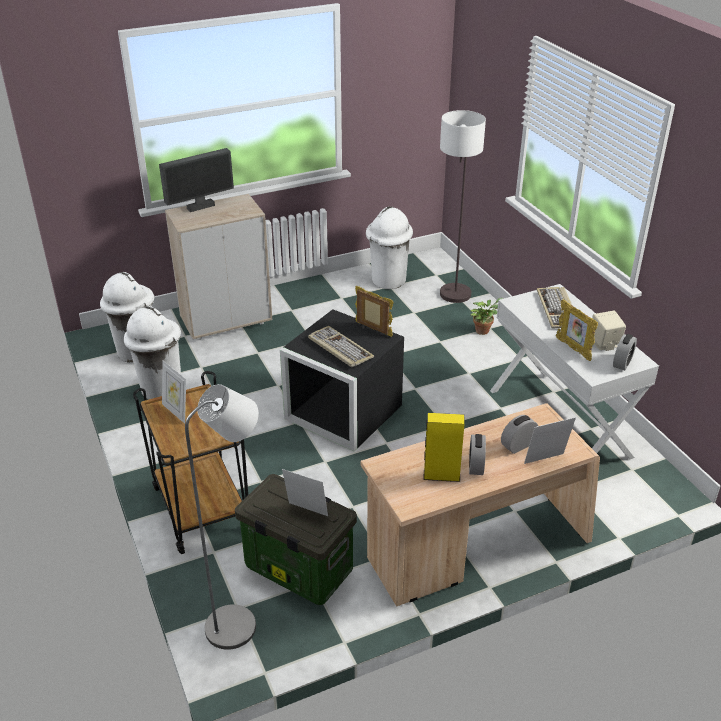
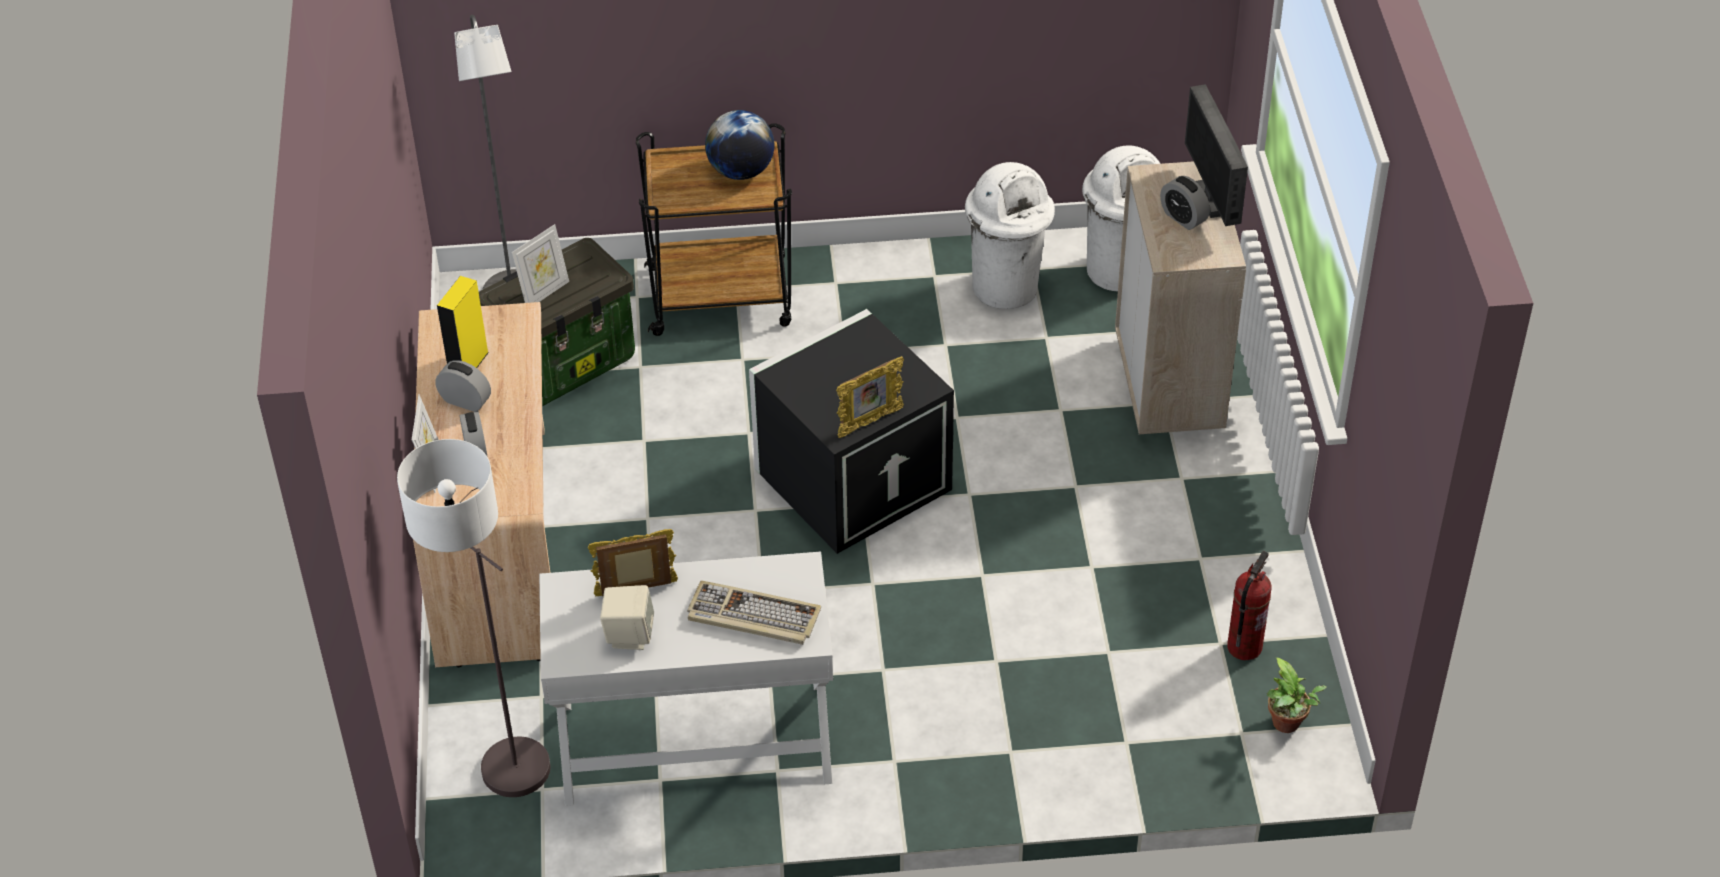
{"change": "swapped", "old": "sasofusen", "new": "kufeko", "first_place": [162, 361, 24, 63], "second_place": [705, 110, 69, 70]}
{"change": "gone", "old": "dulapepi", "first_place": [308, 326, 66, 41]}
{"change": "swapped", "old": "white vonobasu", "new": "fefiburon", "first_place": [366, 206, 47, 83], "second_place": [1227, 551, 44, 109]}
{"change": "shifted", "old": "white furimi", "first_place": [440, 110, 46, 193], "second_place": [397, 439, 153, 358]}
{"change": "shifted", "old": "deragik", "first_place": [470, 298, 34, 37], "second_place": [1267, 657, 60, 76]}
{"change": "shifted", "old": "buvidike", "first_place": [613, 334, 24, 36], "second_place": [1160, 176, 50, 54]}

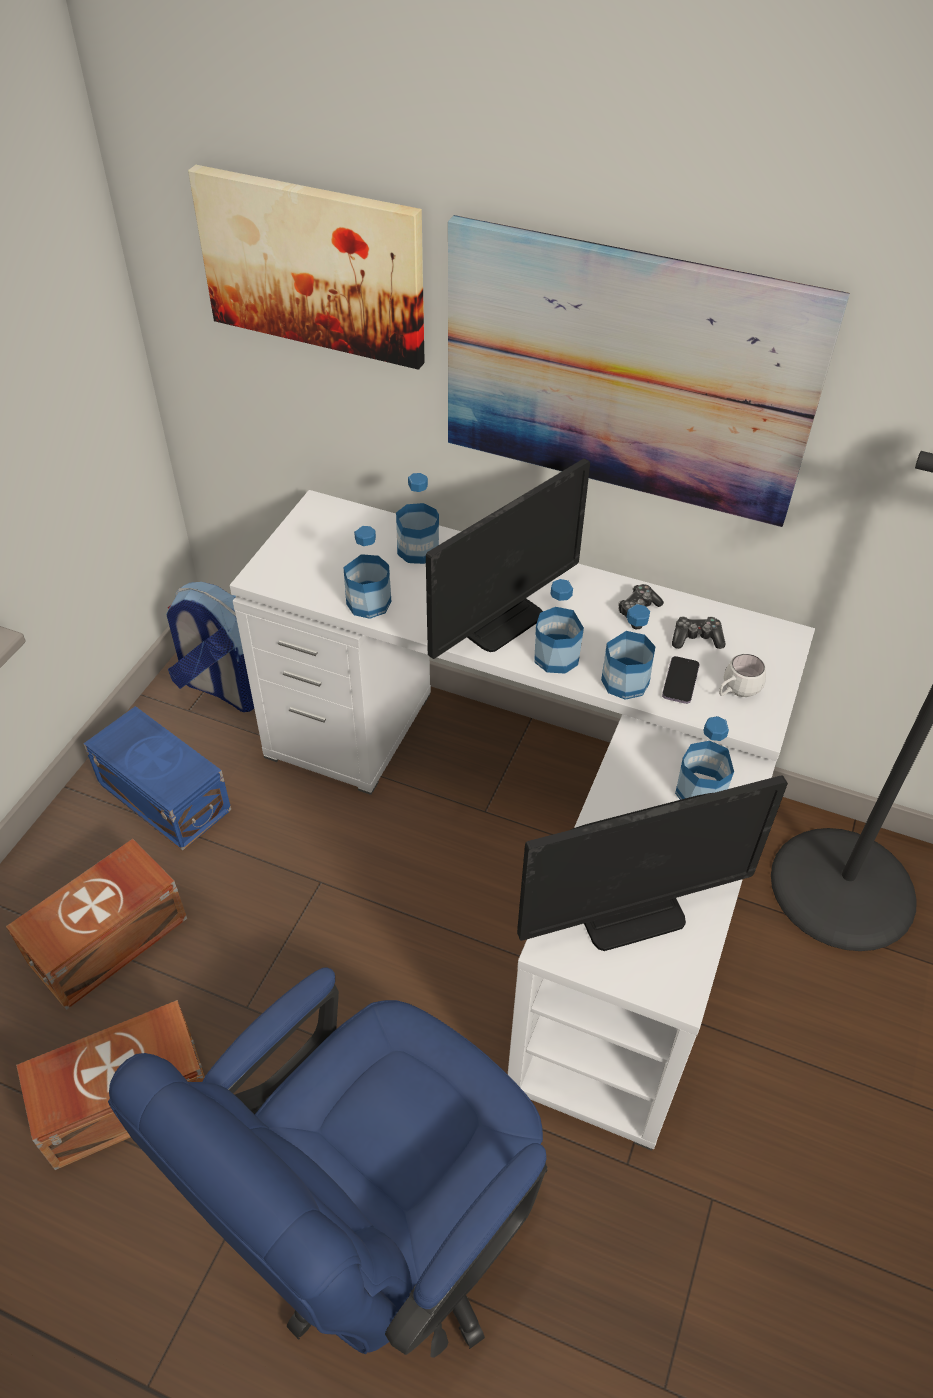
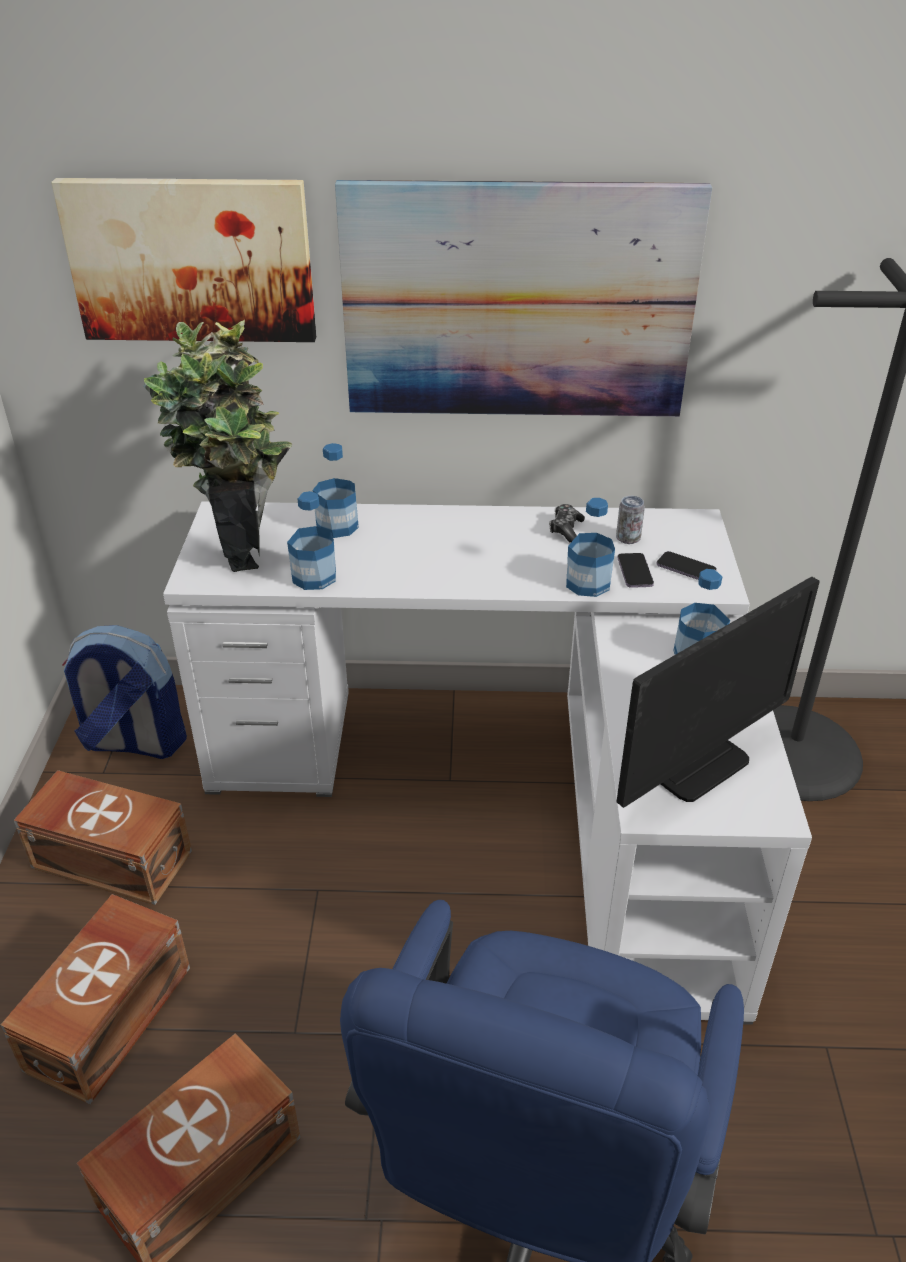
{"change": "repainted", "old": "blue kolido", "new": "brown kolido", "first_place": [83, 706, 148, 145], "second_place": [14, 770, 178, 135]}
{"change": "gone", "old": "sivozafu", "first_place": [426, 458, 164, 201]}
{"change": "gone", "old": "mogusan", "first_place": [534, 579, 50, 94]}
{"change": "swapped", "old": "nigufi", "new": "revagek", "first_place": [672, 616, 54, 33], "second_place": [616, 496, 29, 48]}
{"change": "swapped", "old": "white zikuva", "new": "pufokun", "first_place": [719, 654, 47, 43], "second_place": [656, 551, 61, 29]}
{"change": "new", "new": "deragik", "second_place": [144, 320, 148, 252]}

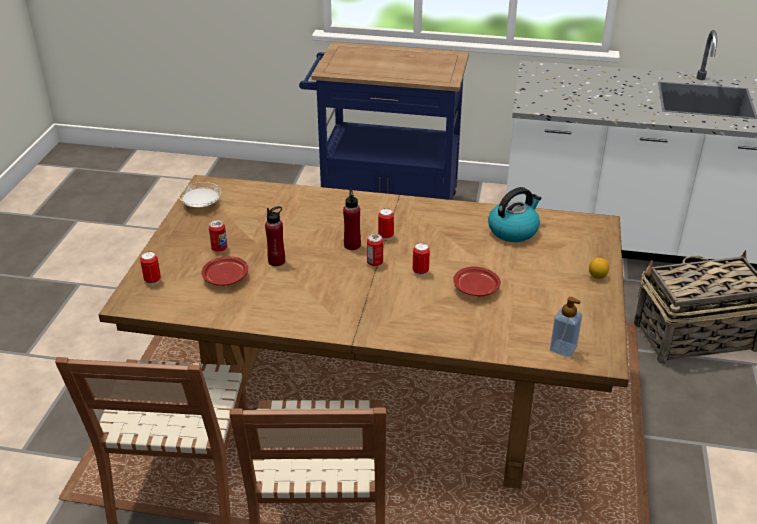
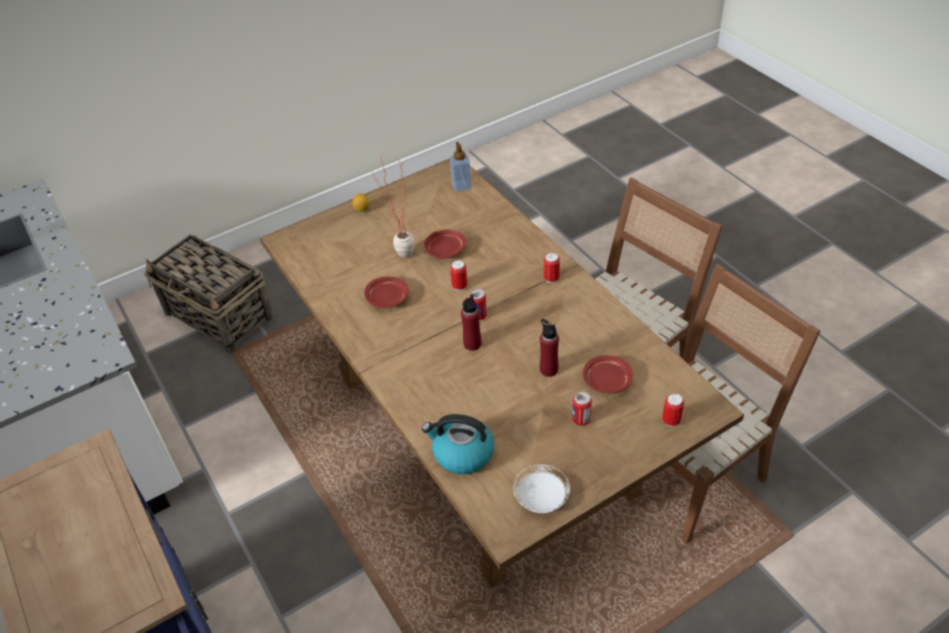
{"change": "shifted", "old": "revagek", "first_place": [378, 208, 16, 32], "second_place": [544, 253, 16, 30]}
{"change": "shifted", "old": "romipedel", "first_place": [488, 187, 53, 55], "second_place": [422, 414, 72, 60]}
{"change": "new", "new": "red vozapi", "second_place": [364, 277, 45, 31]}
{"change": "new", "new": "deragik", "second_place": [371, 152, 44, 106]}

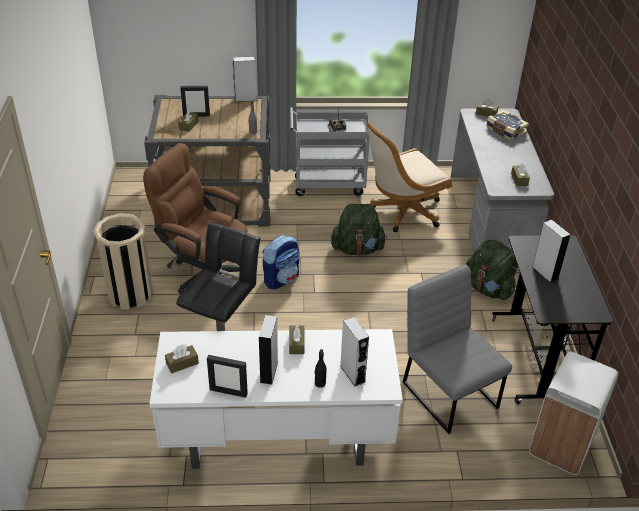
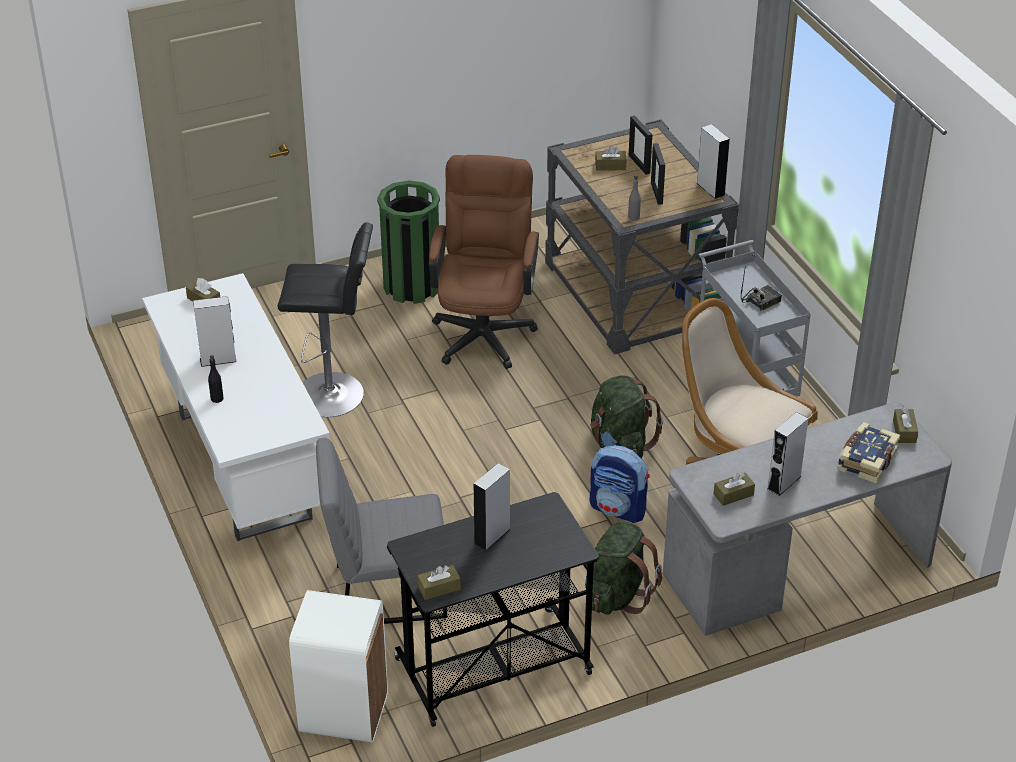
{"change": "repainted", "old": "beige vonobasu", "new": "green vonobasu", "first_place": [94, 213, 59, 97], "second_place": [377, 180, 63, 124]}
{"change": "shifted", "old": "sasofusen", "first_place": [207, 355, 41, 43], "second_place": [651, 143, 14, 62]}
{"change": "shifted", "old": "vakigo", "first_place": [262, 235, 38, 55], "second_place": [590, 445, 60, 78]}
{"change": "shifted", "old": "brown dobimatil", "first_place": [289, 324, 16, 30], "second_place": [417, 565, 44, 35]}
{"change": "shifted", "old": "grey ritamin", "first_place": [340, 317, 29, 69], "second_place": [768, 412, 40, 84]}
{"change": "rotated", "old": "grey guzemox", "first_place": [403, 264, 109, 170], "second_place": [316, 438, 131, 186], "degrees": -135}

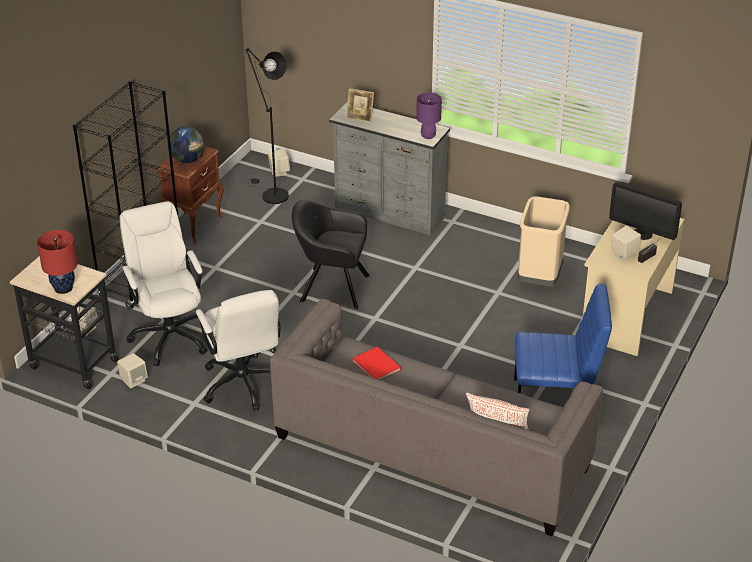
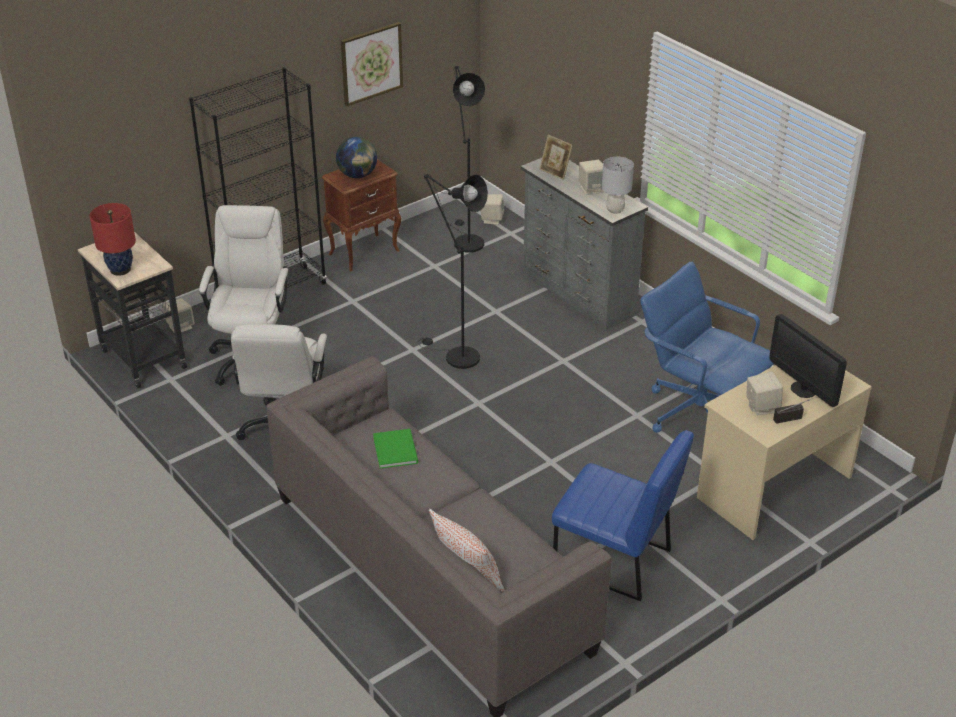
{"change": "shifted", "old": "beige ritamin", "first_place": [117, 353, 31, 35], "second_place": [579, 160, 24, 35]}
{"change": "swapped", "old": "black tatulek", "new": "black furimi", "first_place": [292, 200, 78, 109], "second_place": [418, 174, 70, 195]}
{"change": "repainted", "old": "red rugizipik", "new": "green rugizipik", "first_place": [352, 347, 49, 33], "second_place": [373, 429, 45, 40]}
{"change": "repainted", "old": "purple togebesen", "new": "grey togebesen", "first_place": [416, 92, 26, 47], "second_place": [602, 157, 32, 57]}
{"change": "swapped", "old": "beige vonobasu", "new": "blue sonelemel", "first_place": [518, 196, 52, 90], "second_place": [640, 262, 134, 171]}
{"change": "new", "new": "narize", "second_place": [341, 22, 62, 84]}

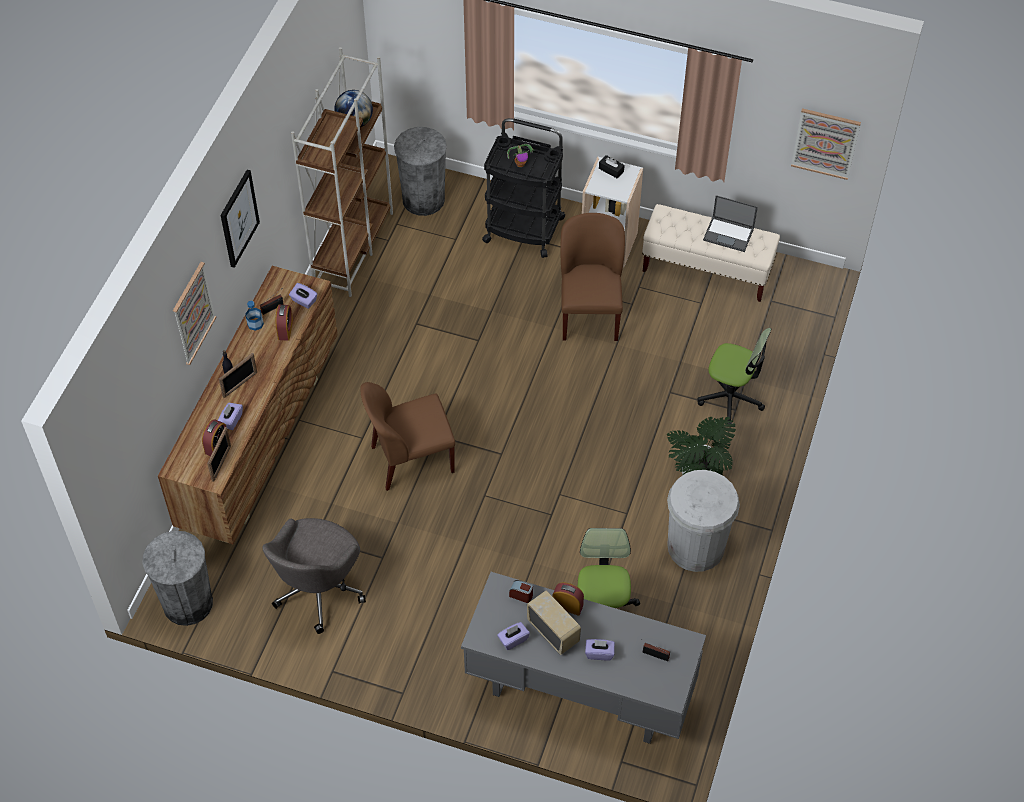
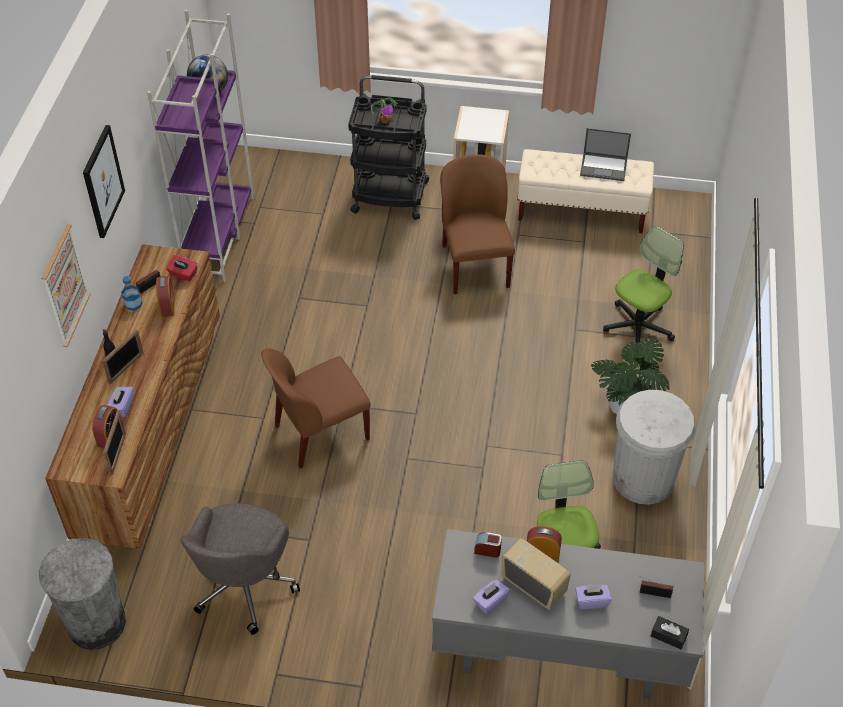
{"change": "repainted", "old": "purple dobimatil", "new": "red dobimatil", "first_place": [289, 283, 28, 26], "second_place": [166, 255, 32, 27]}
{"change": "repainted", "old": "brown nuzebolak", "new": "purple nuzebolak", "first_place": [291, 47, 102, 250], "second_place": [147, 10, 107, 272]}
{"change": "gone", "old": "grey vonobasu", "first_place": [394, 127, 53, 89]}
{"change": "shifted", "old": "black dobimatil", "first_place": [599, 155, 26, 23], "second_place": [651, 616, 38, 33]}
{"change": "rotated", "old": "sonelemel", "first_place": [697, 328, 74, 96], "second_place": [603, 226, 81, 117], "degrees": -60}
{"change": "gone", "old": "narize", "first_place": [791, 108, 70, 72]}

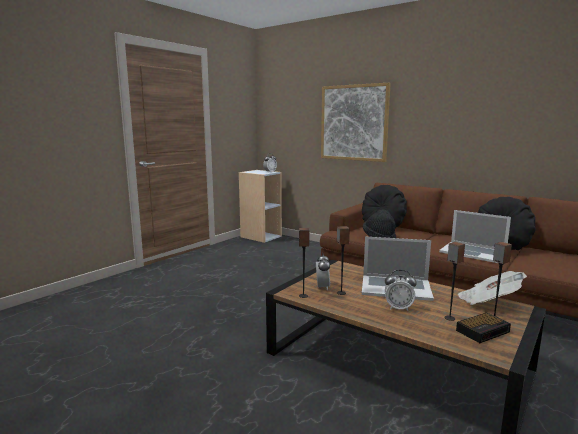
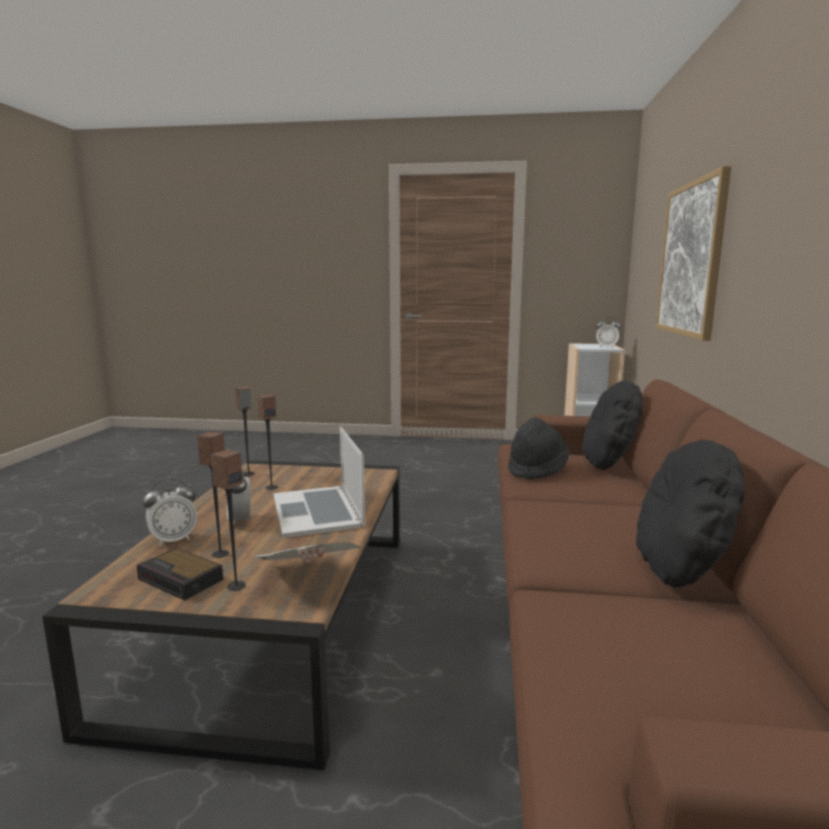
{"change": "shifted", "old": "buvidike", "first_place": [316, 252, 14, 39], "second_place": [142, 478, 55, 68]}
{"change": "gone", "old": "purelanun", "first_place": [439, 210, 72, 53]}

